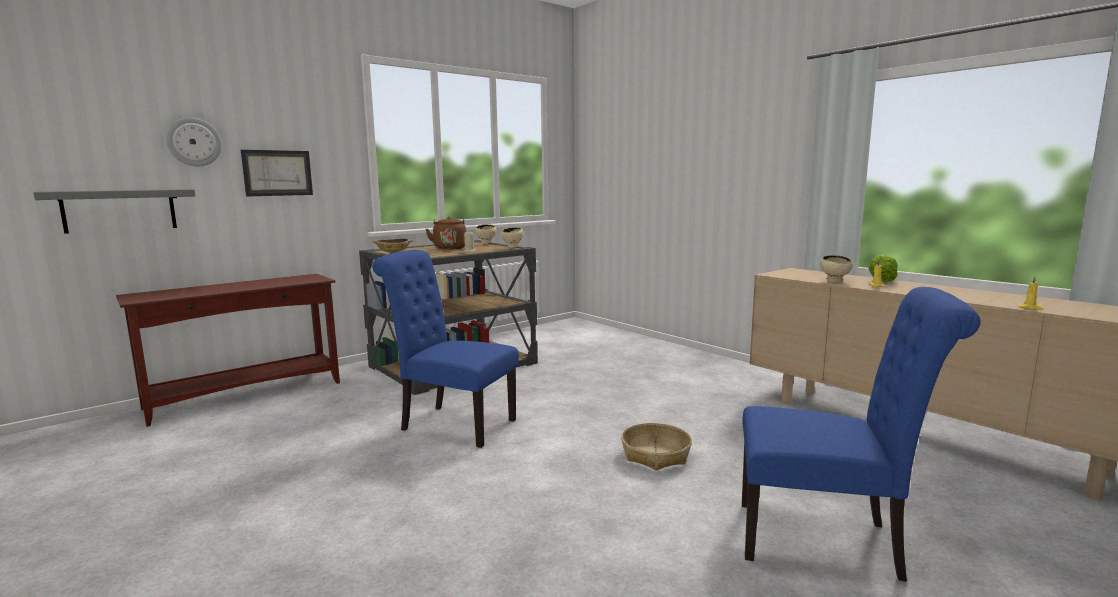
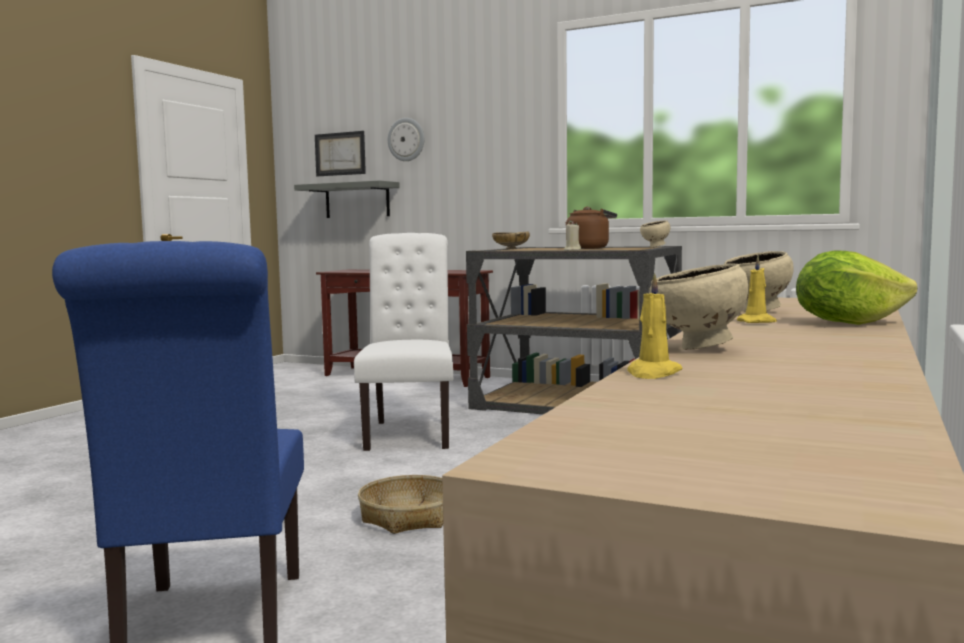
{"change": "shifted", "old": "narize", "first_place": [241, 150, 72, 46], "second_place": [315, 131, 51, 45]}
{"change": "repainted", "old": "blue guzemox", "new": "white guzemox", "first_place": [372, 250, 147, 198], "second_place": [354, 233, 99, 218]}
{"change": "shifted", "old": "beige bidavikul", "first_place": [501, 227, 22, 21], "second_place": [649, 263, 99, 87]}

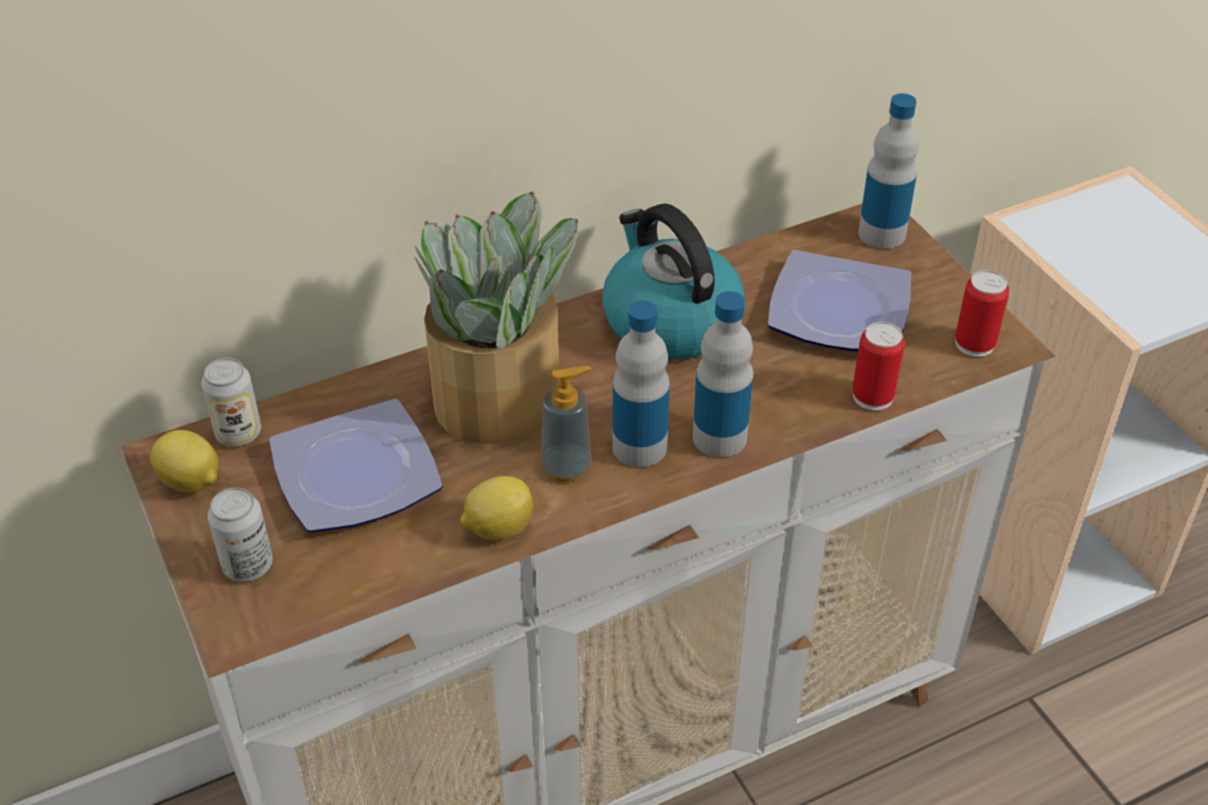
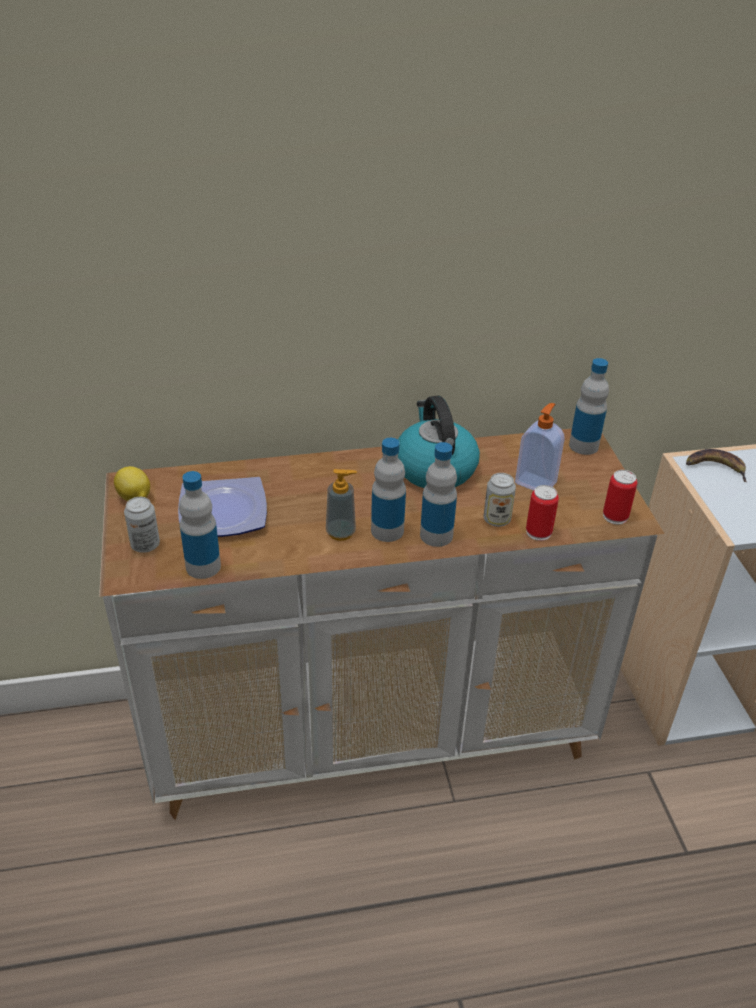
{"change": "shifted", "old": "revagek", "first_place": [201, 358, 60, 88], "second_place": [484, 473, 32, 54]}
{"change": "gone", "old": "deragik", "first_place": [414, 192, 164, 252]}
{"change": "gone", "old": "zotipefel", "first_place": [460, 476, 74, 64]}
{"change": "swapped", "old": "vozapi", "new": "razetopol", "first_place": [767, 250, 144, 101], "second_place": [515, 403, 50, 88]}
{"change": "new", "new": "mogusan", "second_place": [179, 471, 42, 108]}
{"change": "new", "new": "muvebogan", "second_place": [686, 449, 61, 33]}

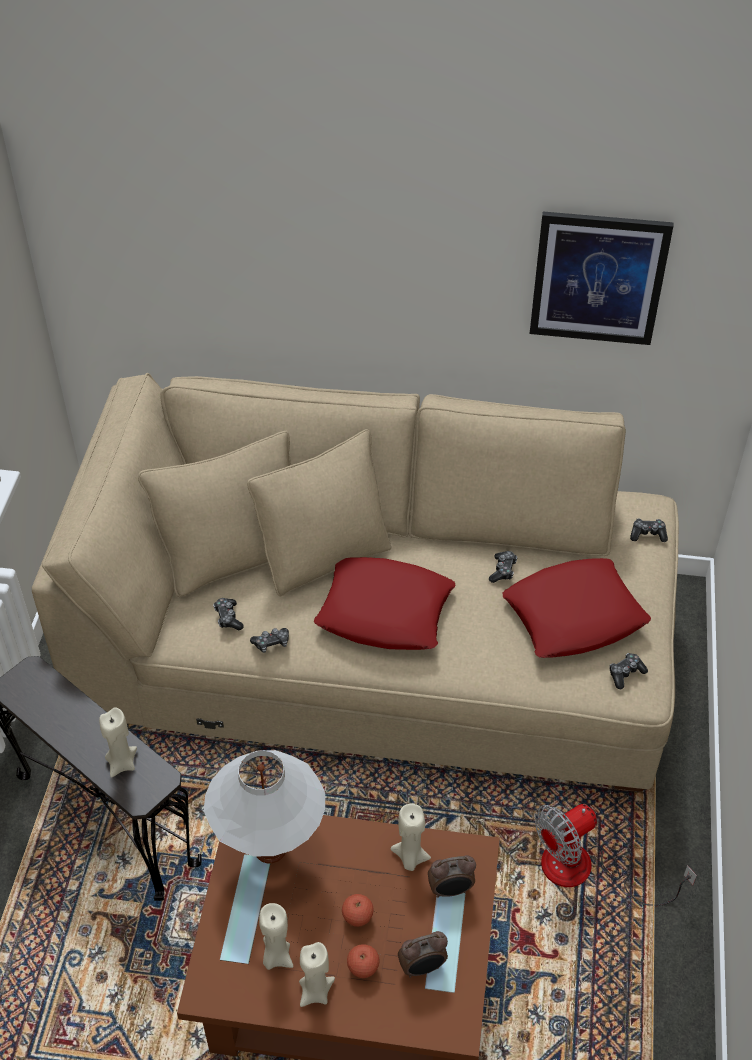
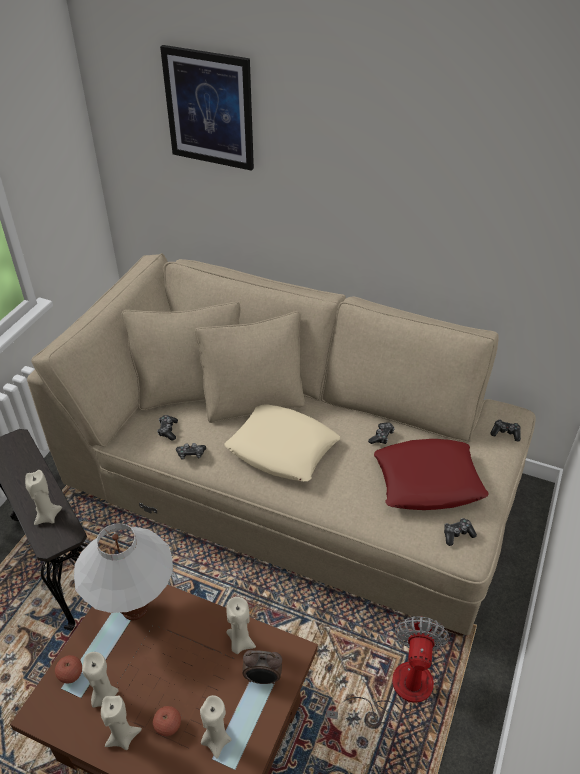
{"change": "repainted", "old": "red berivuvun", "new": "beige berivuvun", "first_place": [314, 557, 142, 93], "second_place": [224, 404, 116, 78]}
{"change": "shifted", "old": "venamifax", "first_place": [342, 894, 32, 33], "second_place": [55, 655, 27, 28]}
{"change": "swapped", "old": "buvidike", "new": "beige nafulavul", "first_place": [398, 931, 50, 47], "second_place": [200, 695, 31, 64]}
{"change": "shifted", "old": "narize", "first_place": [530, 211, 143, 134], "second_place": [160, 45, 94, 126]}
{"change": "rotated", "old": "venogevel", "first_place": [535, 804, 162, 102], "second_place": [326, 616, 124, 107], "degrees": 120}

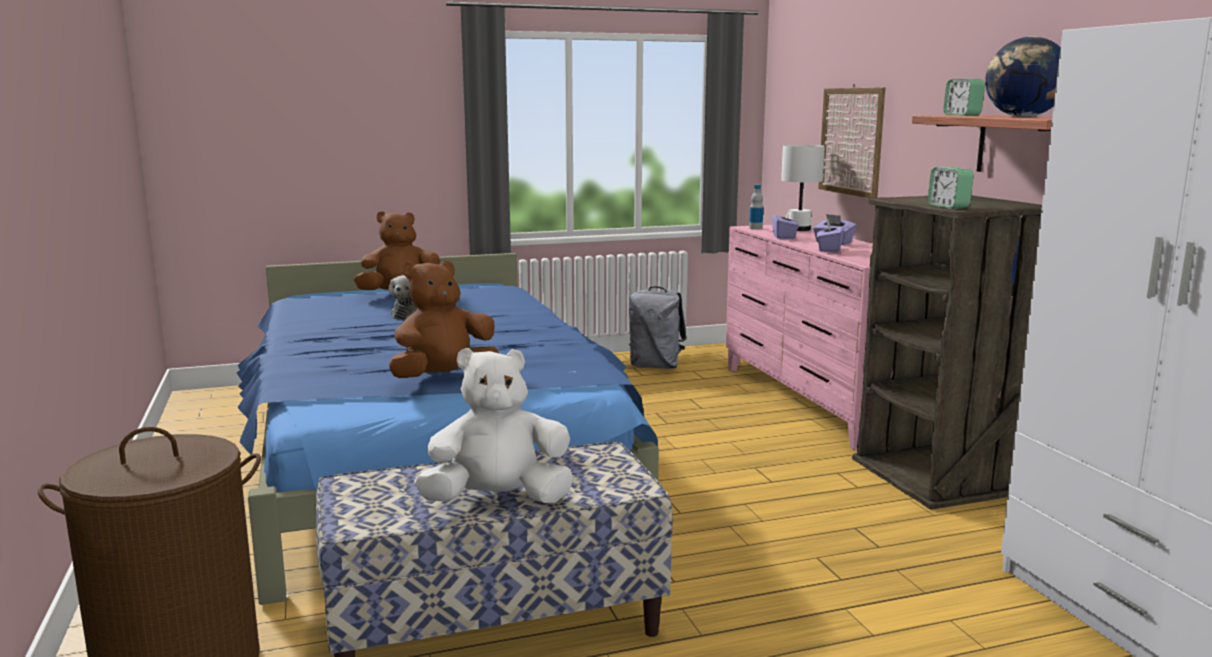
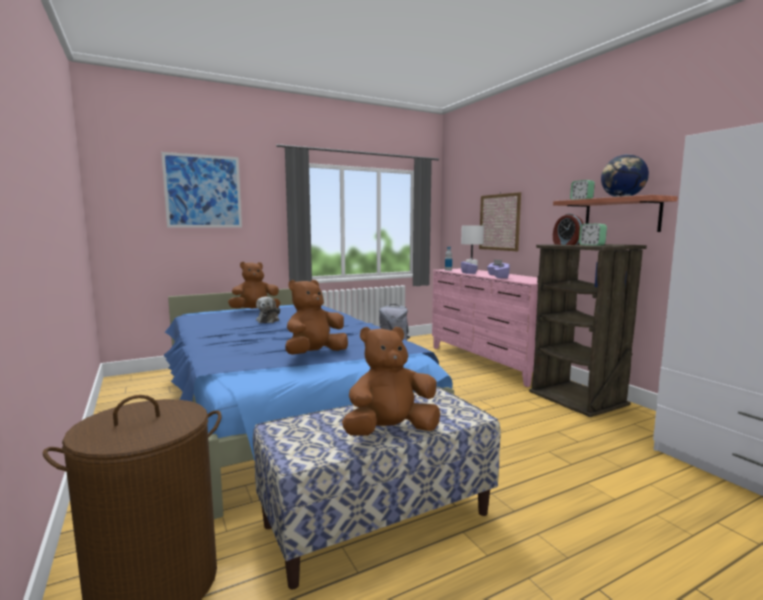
{"change": "repainted", "old": "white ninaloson", "new": "brown ninaloson", "first_place": [415, 348, 159, 155], "second_place": [342, 327, 98, 109]}
{"change": "new", "new": "narize", "second_place": [161, 152, 81, 76]}
{"change": "new", "new": "buvidike", "second_place": [553, 214, 31, 31]}

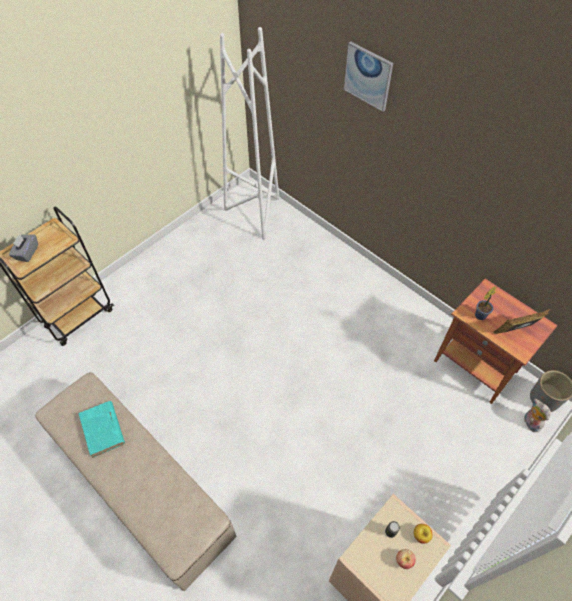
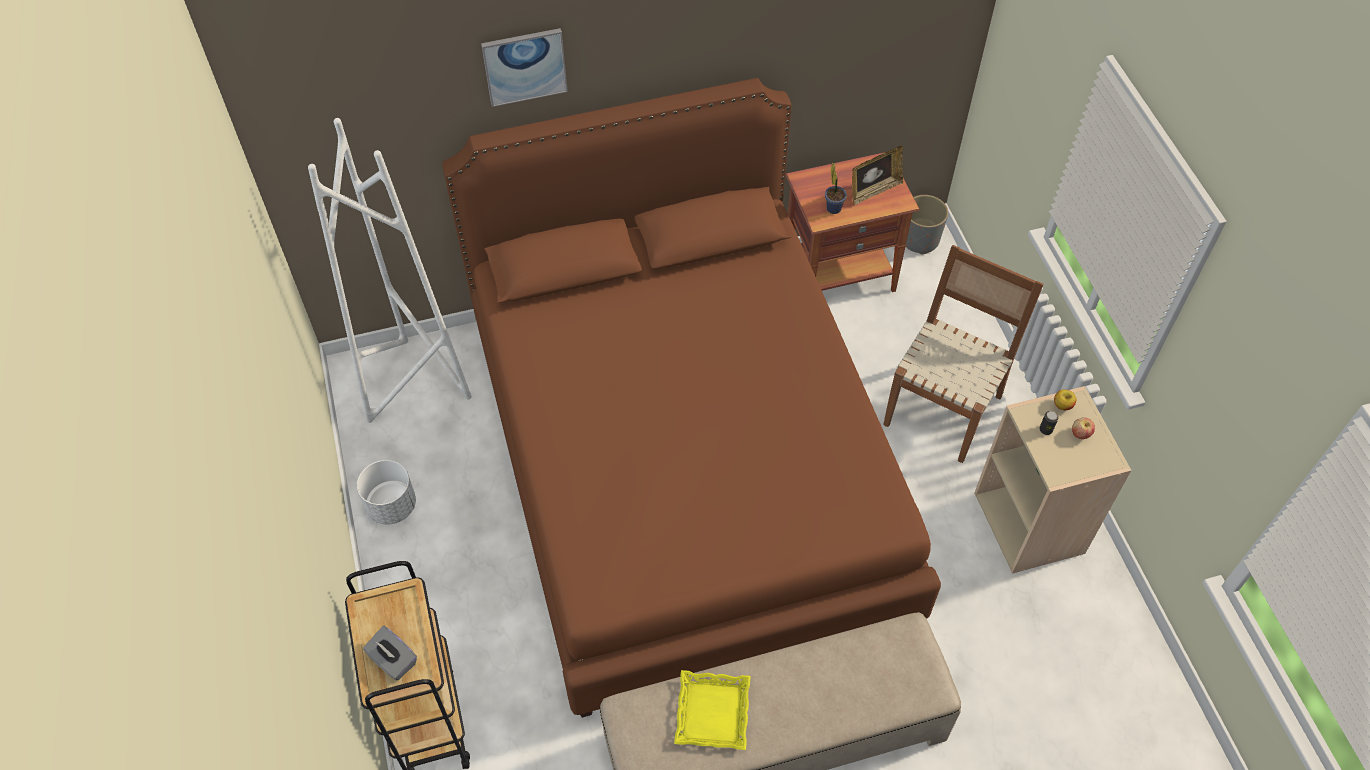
{"change": "swapped", "old": "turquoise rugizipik", "new": "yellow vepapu", "first_place": [78, 401, 47, 57], "second_place": [674, 670, 77, 80]}
{"change": "rotated", "old": "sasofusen", "first_place": [493, 309, 57, 25], "second_place": [852, 146, 51, 60], "degrees": -135}
{"change": "gone", "old": "ninaloson", "first_place": [524, 399, 27, 33]}
{"change": "new", "new": "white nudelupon", "second_place": [357, 460, 59, 65]}
{"change": "new", "new": "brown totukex", "second_place": [442, 78, 499, 640]}
{"change": "new", "new": "guzemox", "second_place": [883, 245, 161, 218]}

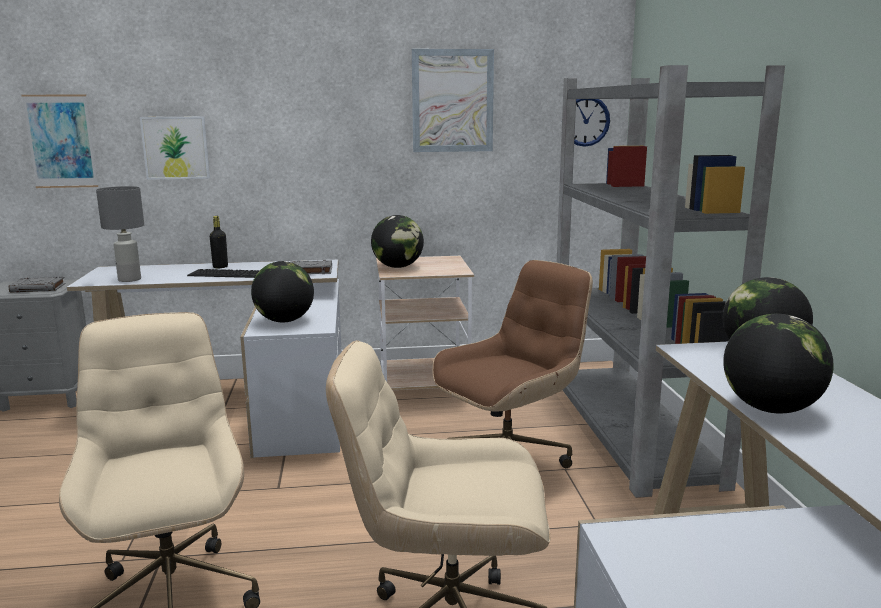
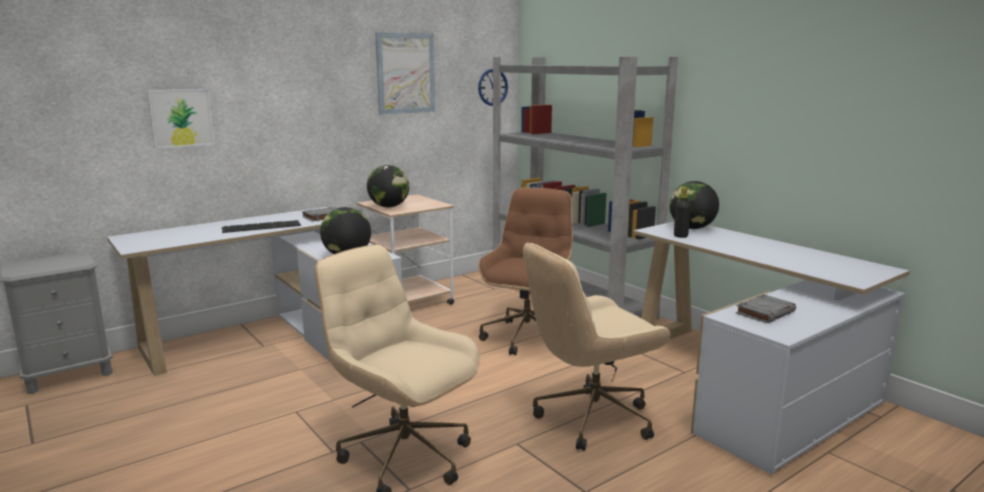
{"change": "shifted", "old": "grey rugizipik", "first_place": [9, 276, 56, 17], "second_place": [736, 294, 60, 29]}
{"change": "gone", "old": "narize", "first_place": [21, 94, 77, 94]}
{"change": "gone", "old": "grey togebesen", "first_place": [96, 186, 48, 96]}
{"change": "shifted", "old": "black mogusan", "first_place": [210, 216, 18, 52], "second_place": [674, 187, 17, 51]}
{"change": "gone", "old": "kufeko", "first_place": [723, 314, 111, 100]}

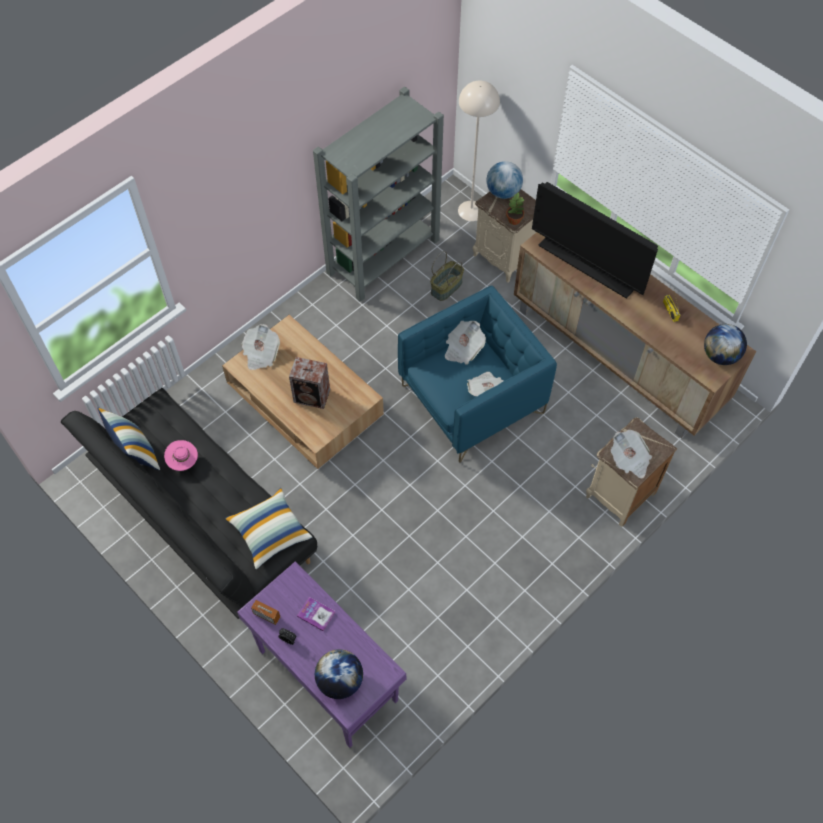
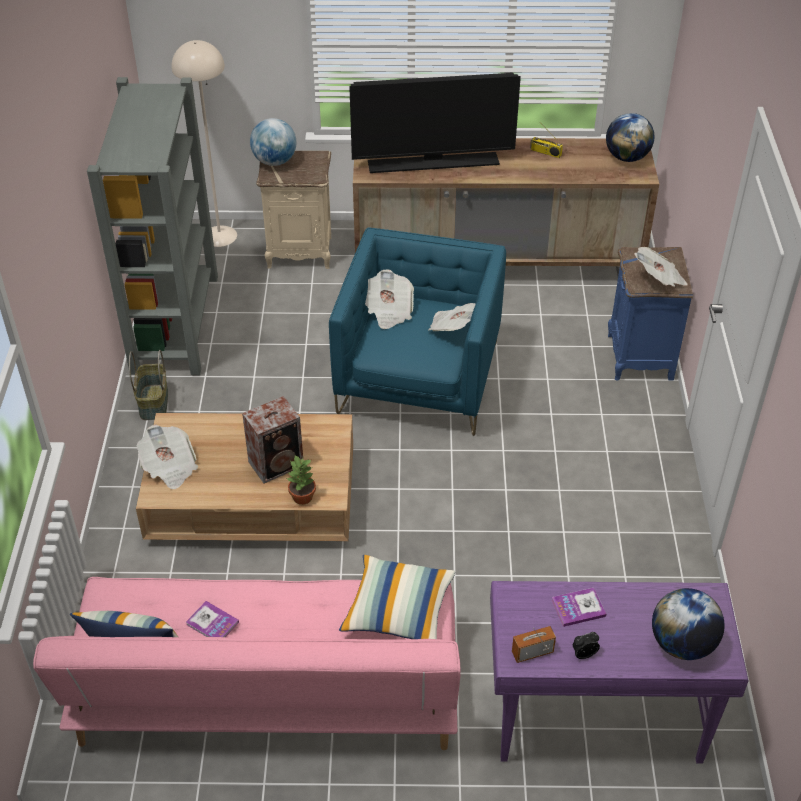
{"change": "repainted", "old": "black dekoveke", "new": "pink dekoveke", "first_place": [61, 388, 256, 231], "second_place": [33, 577, 428, 173]}
{"change": "swapped", "old": "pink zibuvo", "new": "rugizipik", "first_place": [164, 440, 34, 31], "second_place": [186, 601, 53, 36]}
{"change": "shifted", "old": "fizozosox", "first_place": [430, 251, 34, 50], "second_place": [129, 350, 39, 70]}
{"change": "shifted", "old": "deragik", "first_place": [506, 193, 19, 32], "second_place": [286, 455, 30, 50]}
{"change": "repainted", "old": "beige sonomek", "new": "blue sonomek", "first_place": [586, 417, 91, 110], "second_place": [608, 247, 85, 134]}

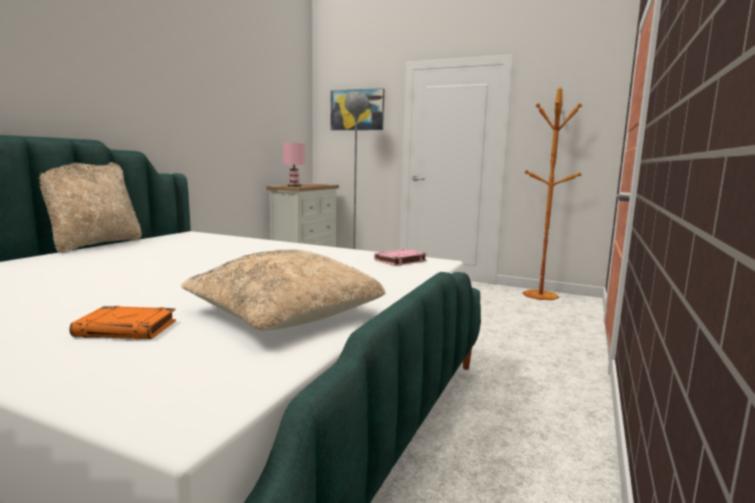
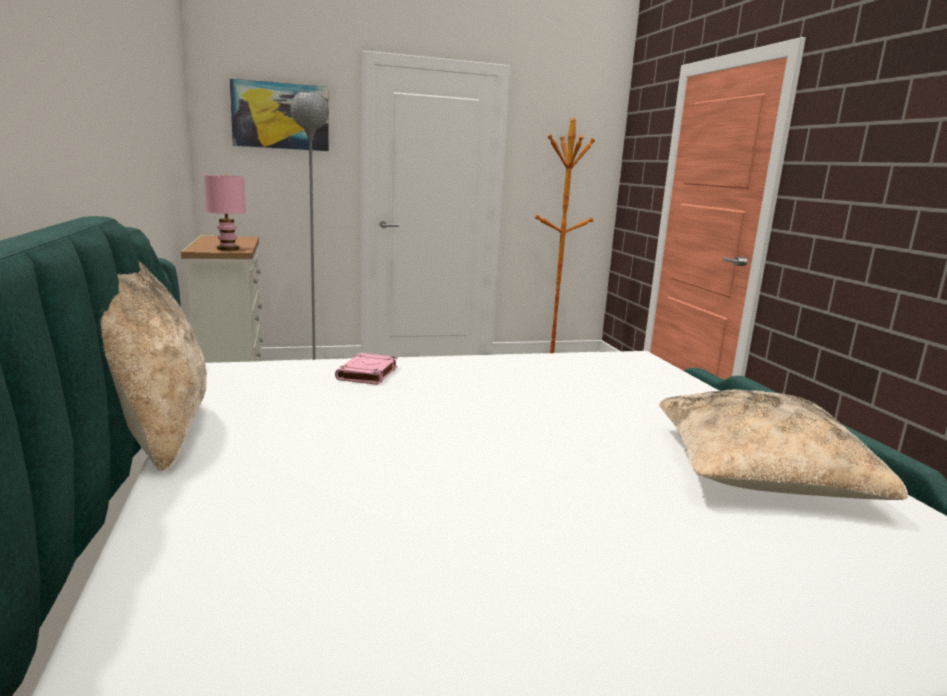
{"change": "gone", "old": "orange rugizipik", "first_place": [69, 306, 107, 33]}
{"change": "shifted", "old": "pink rugizipik", "first_place": [374, 249, 53, 17], "second_place": [335, 353, 63, 32]}

